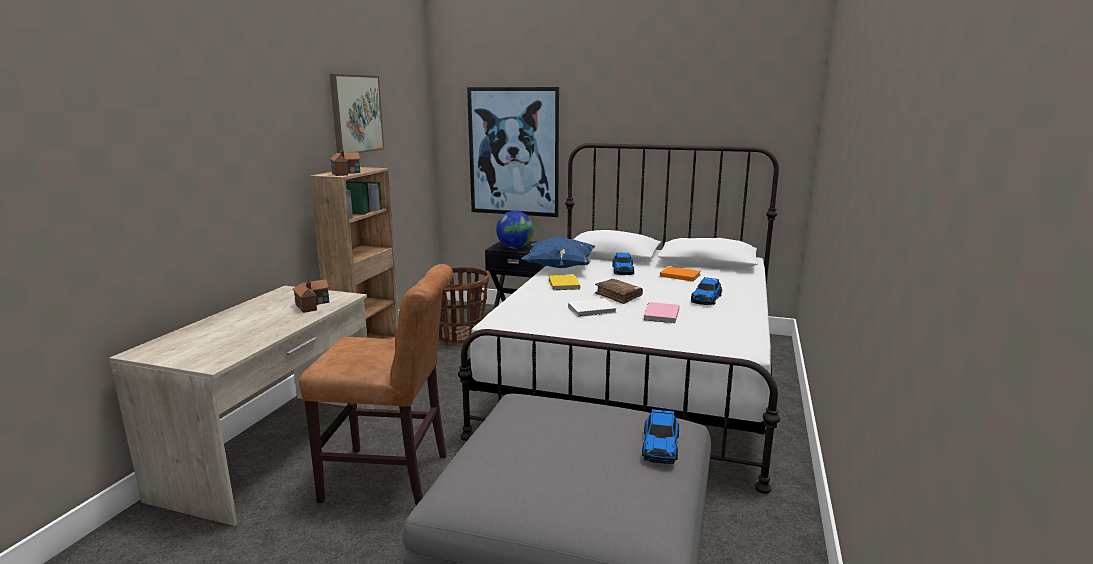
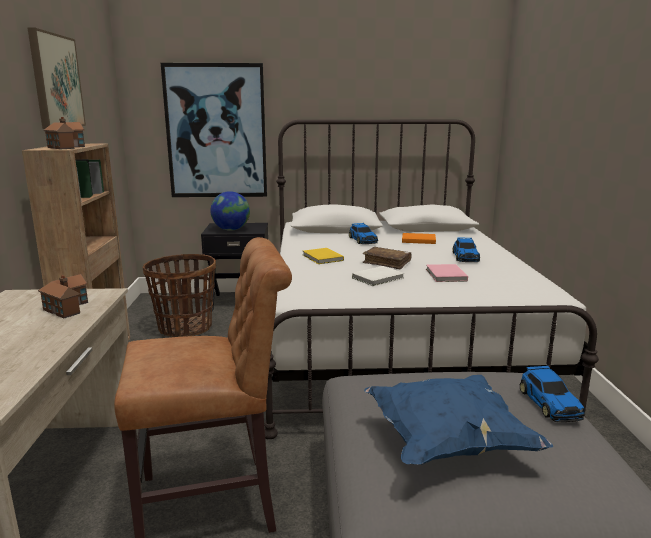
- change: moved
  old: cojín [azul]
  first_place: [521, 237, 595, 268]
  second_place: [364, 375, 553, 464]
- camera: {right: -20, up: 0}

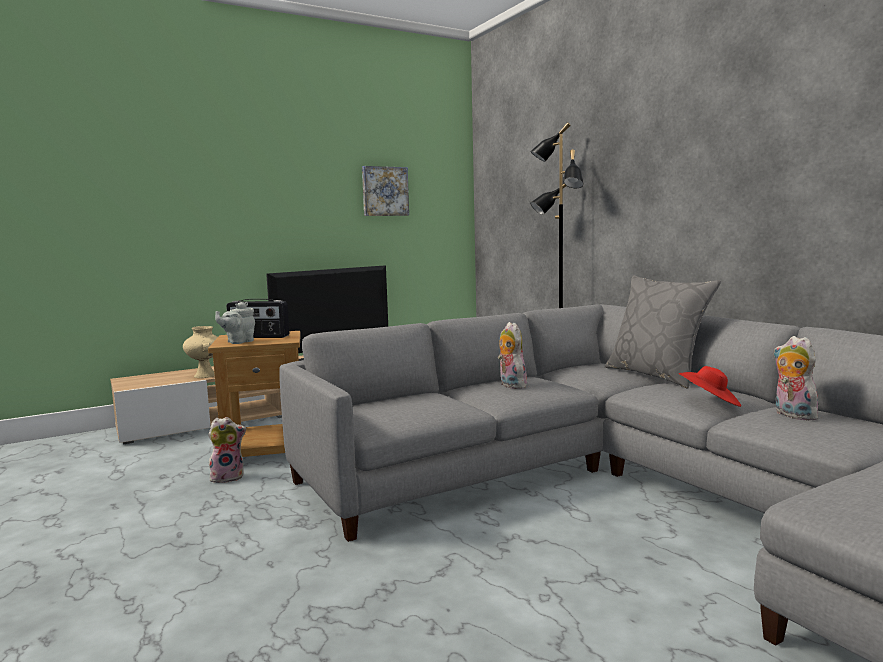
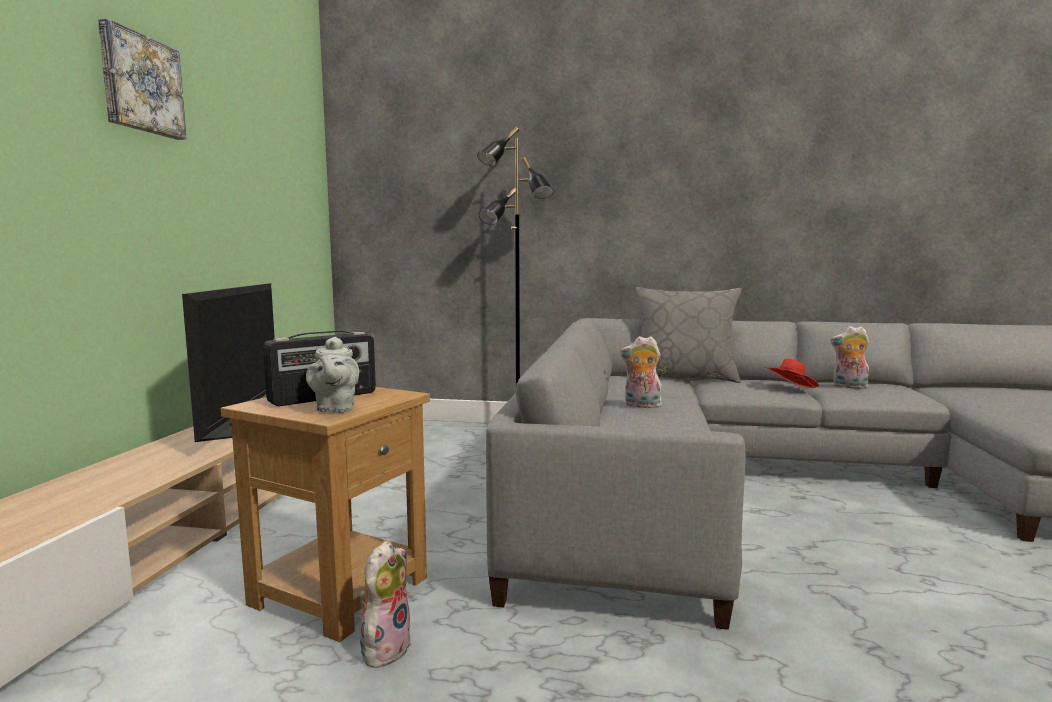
- change: removed
  old: florero [beis]
  first_place: [183, 326, 218, 378]
- change: moved
  old: cuadro
  first_place: [362, 166, 409, 216]
  second_place: [98, 18, 187, 140]
- camera: {right: -50, up: 0}

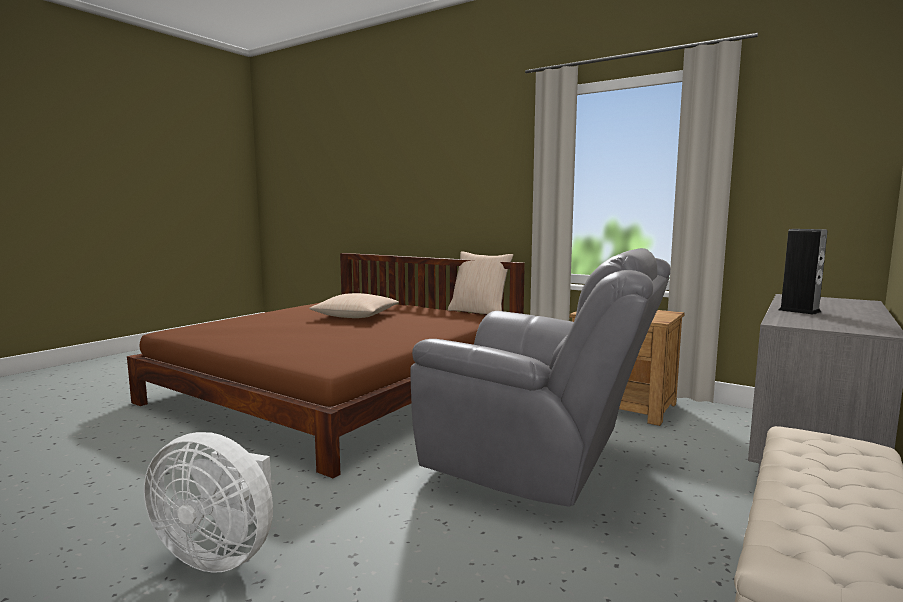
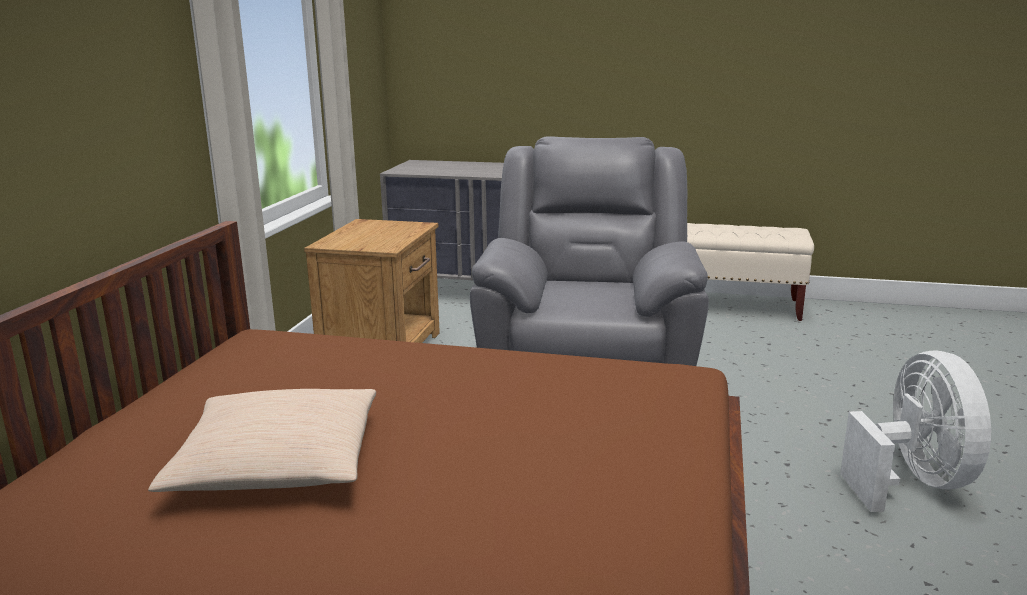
- change: removed
  old: cojín [beis]
  first_place: [448, 251, 513, 314]
- change: removed
  old: altavoz
  first_place: [778, 229, 827, 315]
- camera: {right: -110, up: 10}

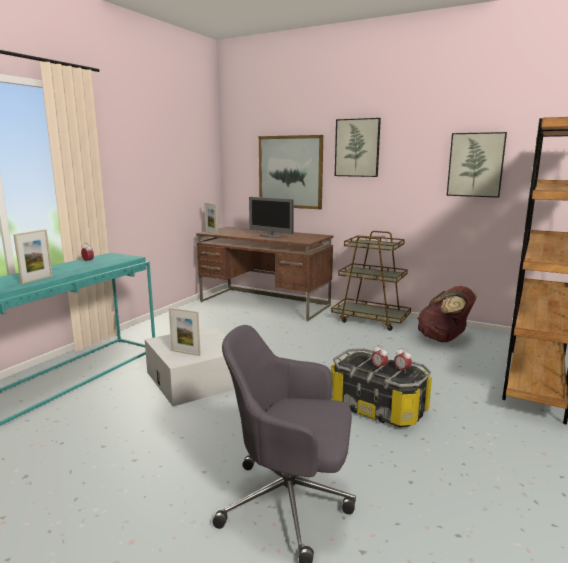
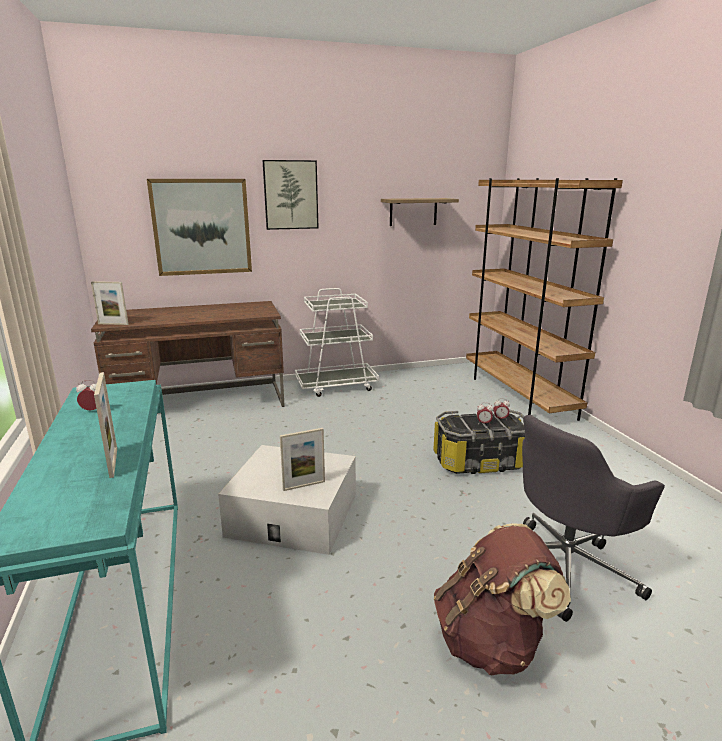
- change: removed
  old: monitor
  first_place: [249, 197, 294, 238]
- change: recoloured
  old: carrito [marrón]
  new: carrito [blanco]
  first_place: [331, 231, 411, 331]
  second_place: [295, 288, 379, 397]
- change: moved
  old: mochila [marrón]
  first_place: [417, 286, 477, 342]
  second_place: [434, 523, 571, 675]
- change: replaced
  old: cuadro
  new: estante
  first_place: [447, 132, 507, 198]
  second_place: [381, 198, 459, 226]
- camera: {right: -45, up: 5}

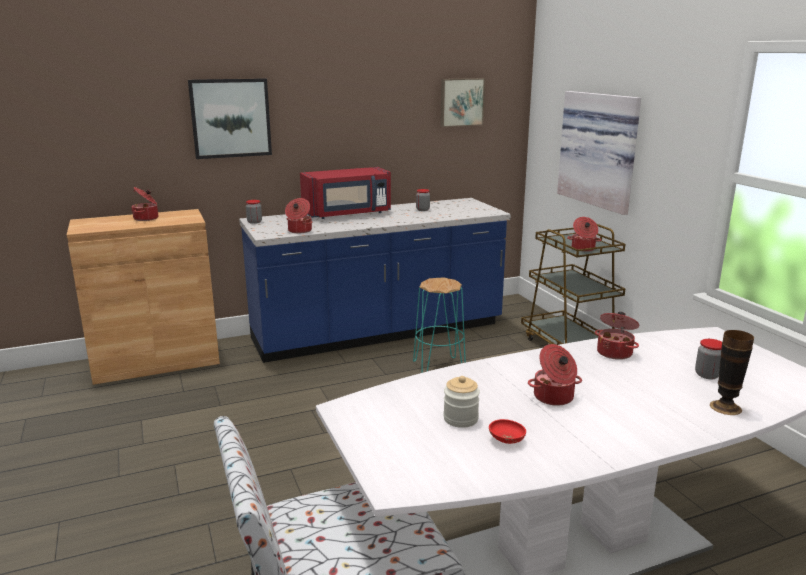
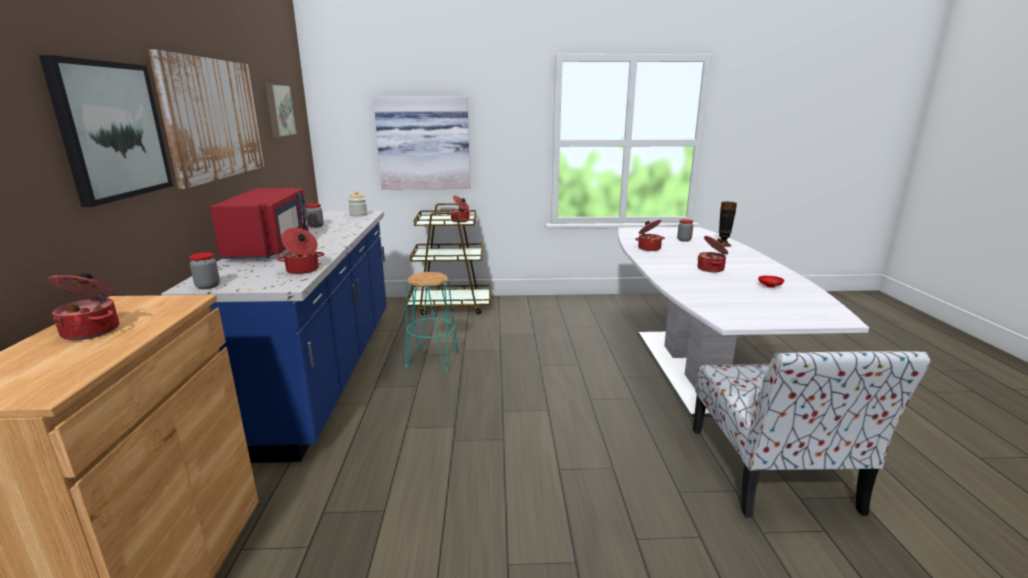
- change: moved
  old: tarro
  first_place: [443, 376, 480, 428]
  second_place: [348, 191, 368, 216]
- change: added
  new: cuadro
  second_place: [148, 49, 264, 189]
- camera: {right: -70, up: 0}

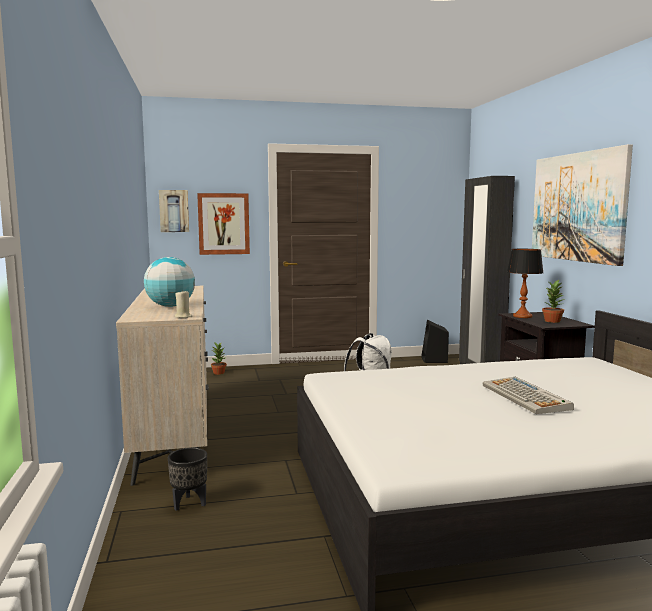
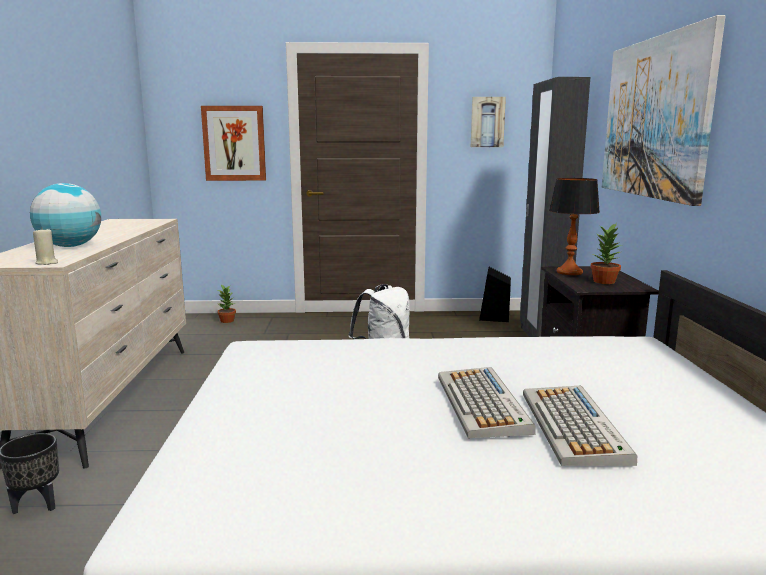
- change: moved
  old: cuadro
  first_place: [159, 190, 189, 232]
  second_place: [471, 97, 506, 147]
- change: added
  new: teclado
  second_place: [523, 386, 637, 466]
- camera: {right: 10, up: 5}

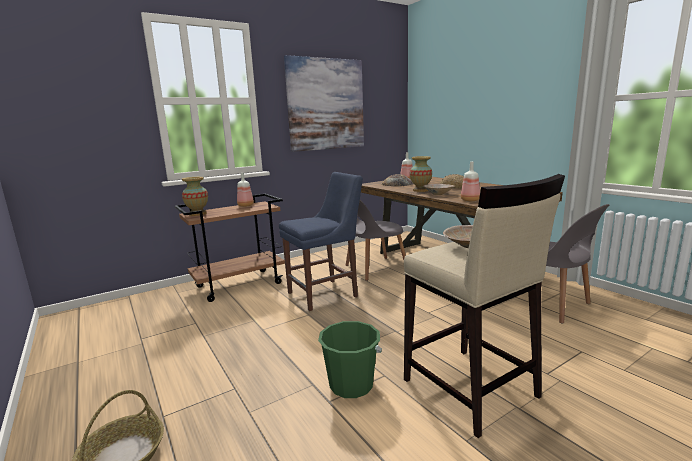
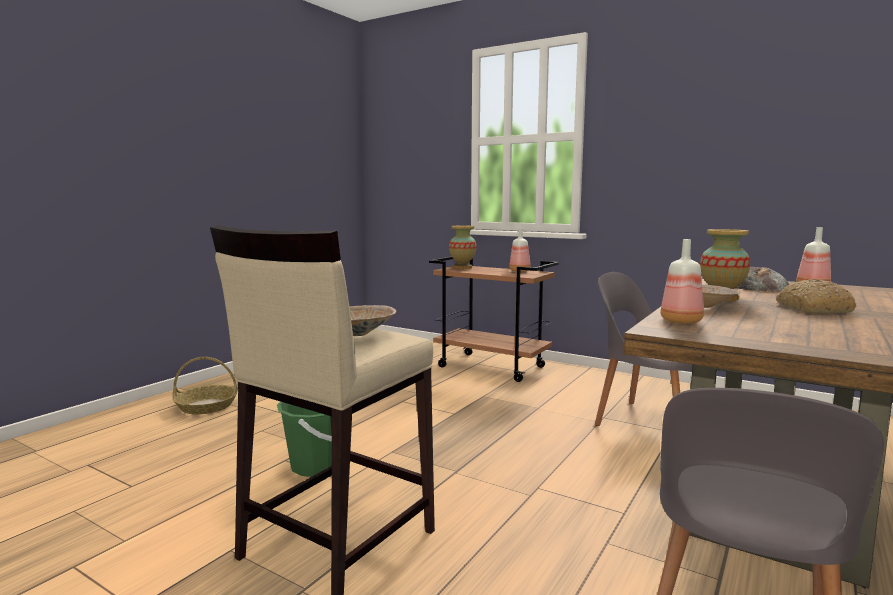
- change: removed
  old: silla [azul]
  first_place: [279, 172, 363, 311]
- change: removed
  old: cuadro
  first_place: [284, 55, 364, 152]
- camera: {right: 65, up: -5}

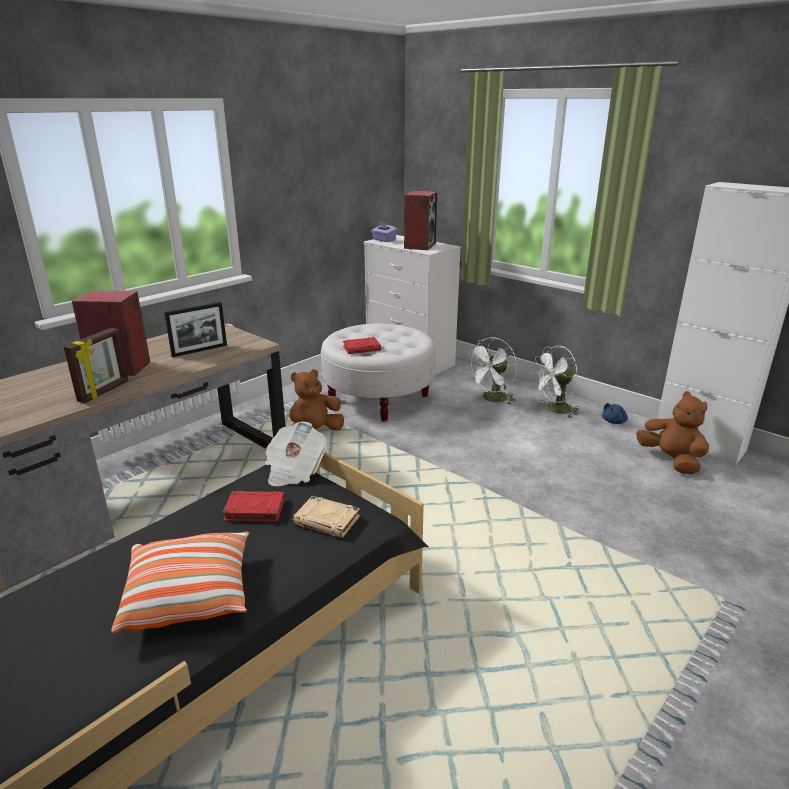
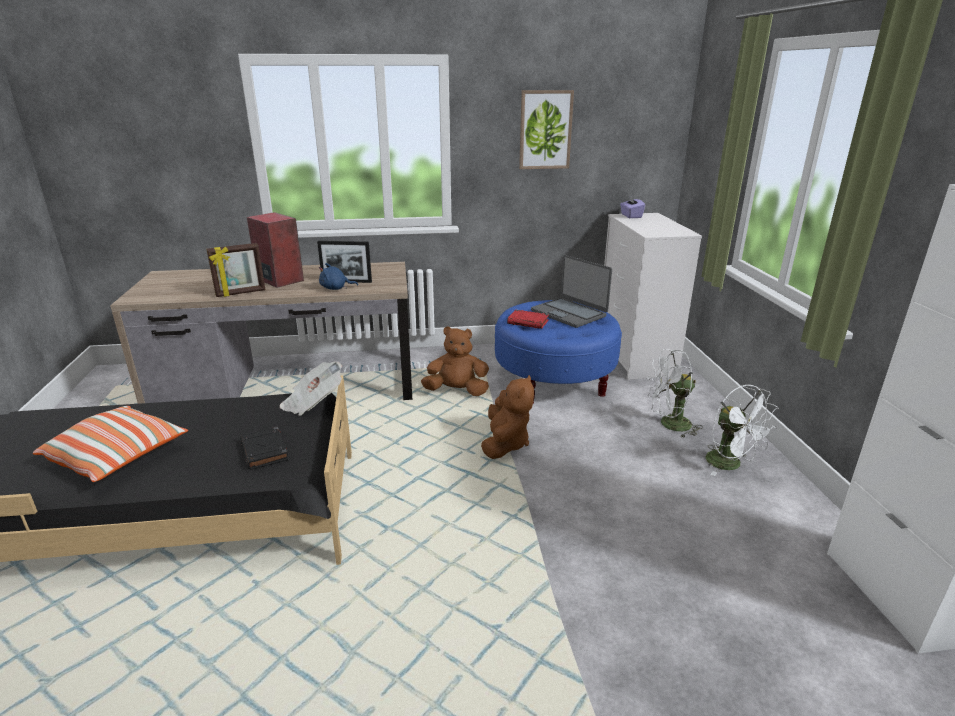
- change: removed
  old: libro [rojo]
  first_place: [222, 491, 285, 522]
- change: recoloured
  old: libro [beis]
  new: libro [negro]
  first_place: [292, 496, 360, 538]
  second_place: [240, 426, 289, 470]
- change: recoloured
  old: puf [blanco]
  new: puf [azul]
  first_place: [321, 324, 436, 422]
  second_place: [495, 300, 622, 404]
- change: removed
  old: altavoz
  first_place: [404, 191, 437, 250]
- change: turned
  old: ventilador [blanco]
  first_place: [532, 346, 580, 418]
  second_place: [705, 385, 778, 476]
  degrees: -135
- change: moved
  old: peluche [azul]
  first_place: [602, 403, 628, 424]
  second_place: [319, 263, 358, 290]
- change: moved
  old: peluche [marrón]
  first_place: [636, 391, 709, 474]
  second_place: [481, 375, 534, 459]
- change: added
  new: cuadro
  second_place: [519, 90, 574, 169]
- change: added
  new: portátil
  second_place: [531, 255, 612, 328]
- camera: {right: 40, up: 0}

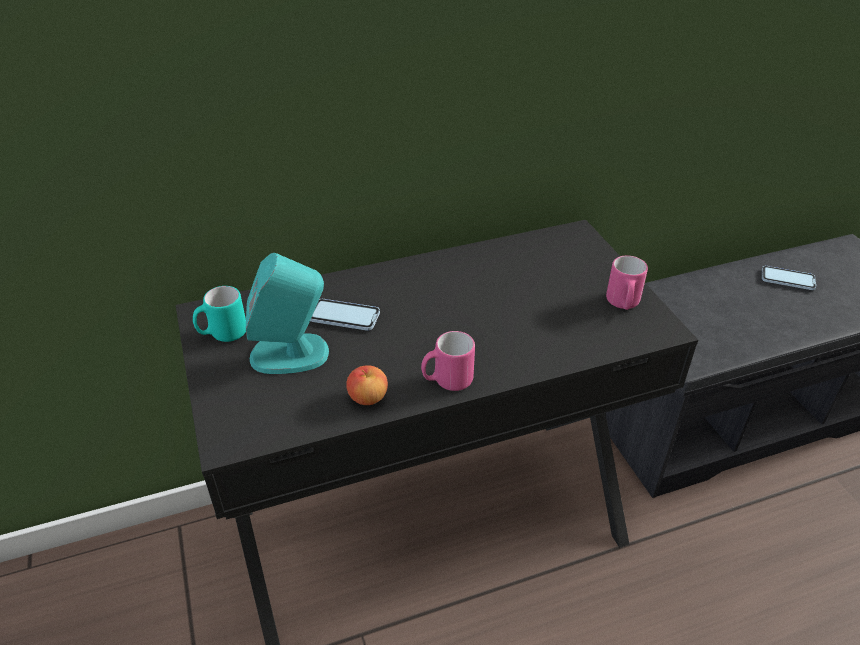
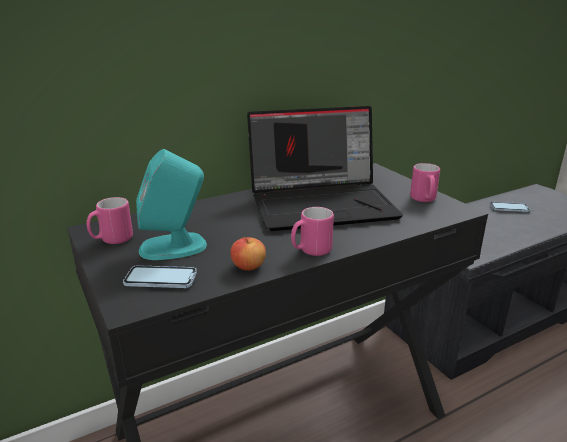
- change: recoloured
  old: taza grande [turquesa]
  new: taza grande [rosa]
  first_place: [193, 286, 246, 342]
  second_place: [87, 197, 133, 244]
- change: moved
  old: móvil
  first_place: [310, 299, 380, 331]
  second_place: [123, 265, 197, 288]
- change: added
  new: portátil
  second_place: [247, 106, 403, 231]
- camera: {right: -10, up: -15}

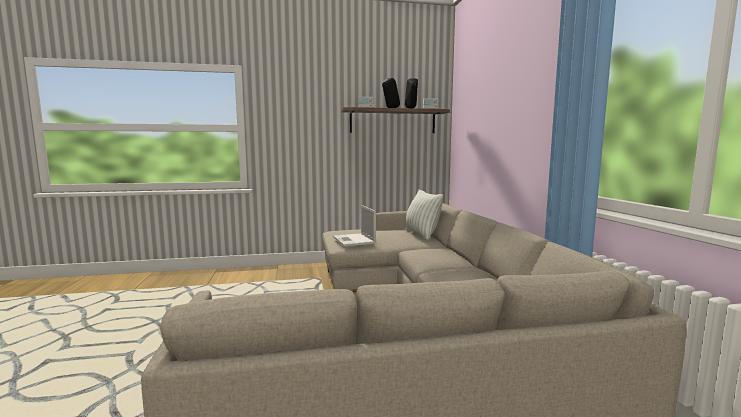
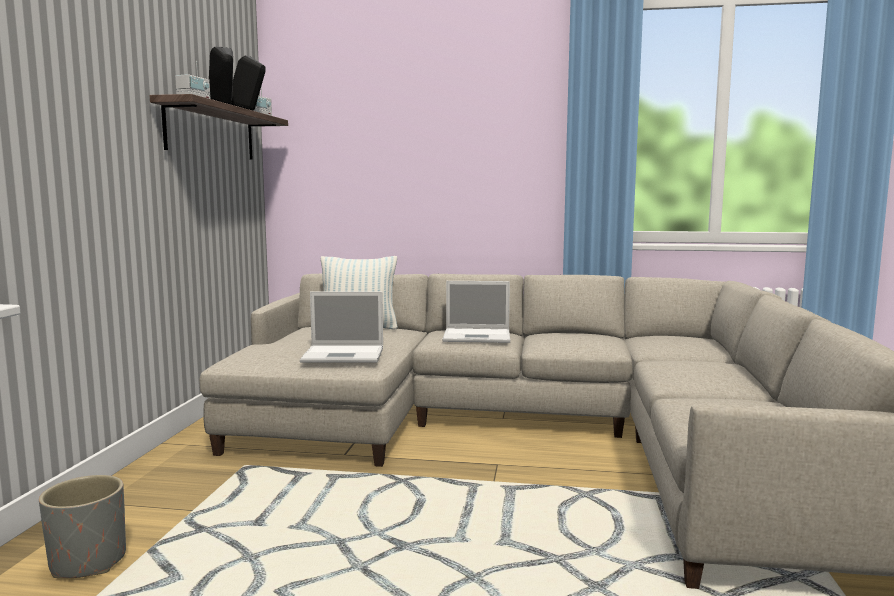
- change: added
  new: maceta [gris]
  second_place: [39, 475, 126, 578]
- change: added
  new: portátil
  second_place: [443, 281, 510, 343]
- camera: {right: -70, up: 0}

